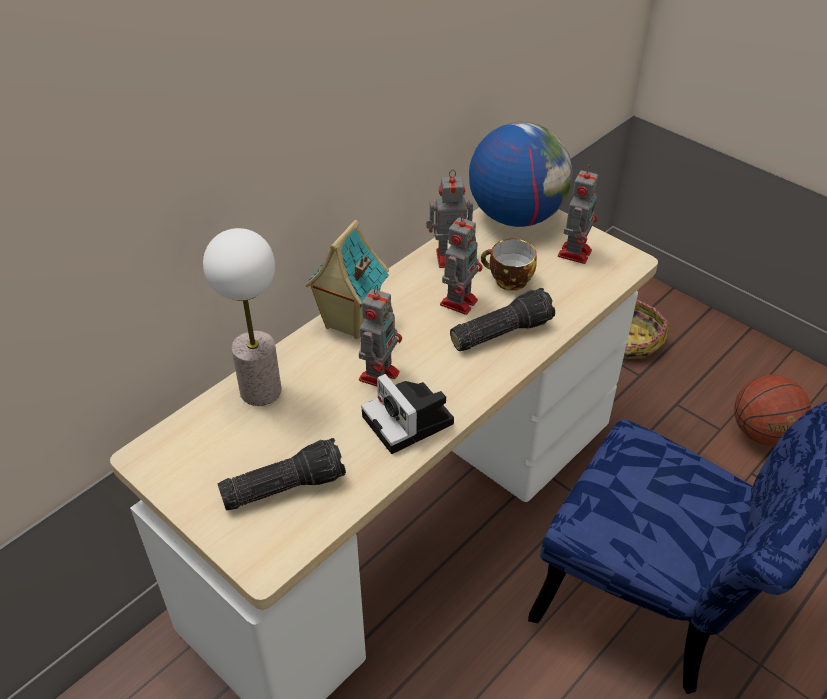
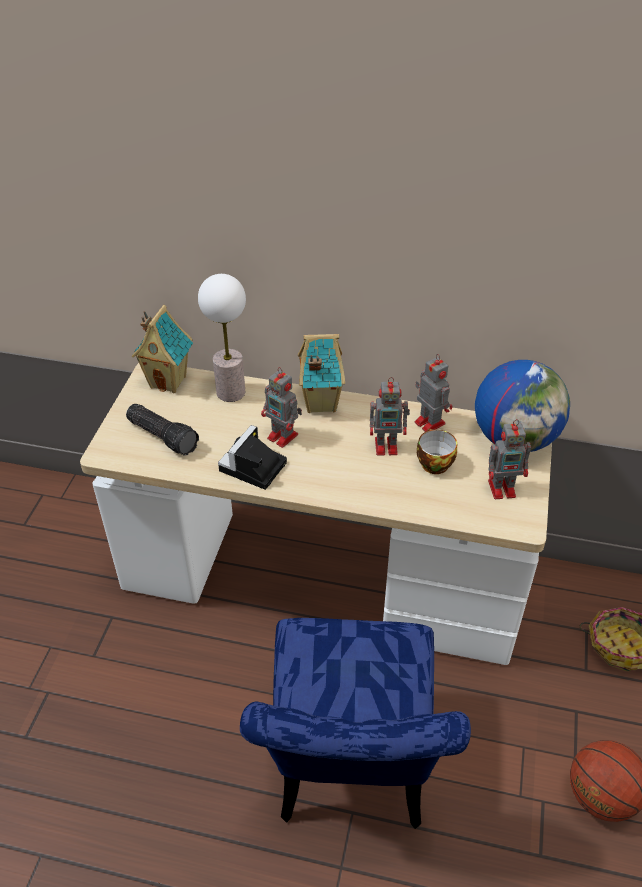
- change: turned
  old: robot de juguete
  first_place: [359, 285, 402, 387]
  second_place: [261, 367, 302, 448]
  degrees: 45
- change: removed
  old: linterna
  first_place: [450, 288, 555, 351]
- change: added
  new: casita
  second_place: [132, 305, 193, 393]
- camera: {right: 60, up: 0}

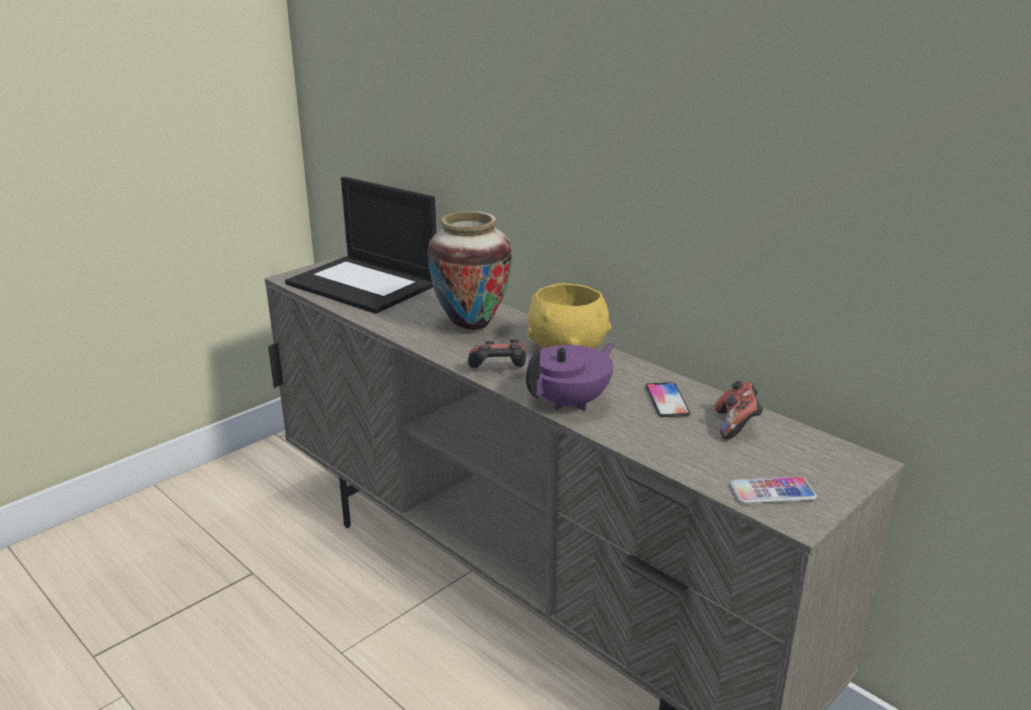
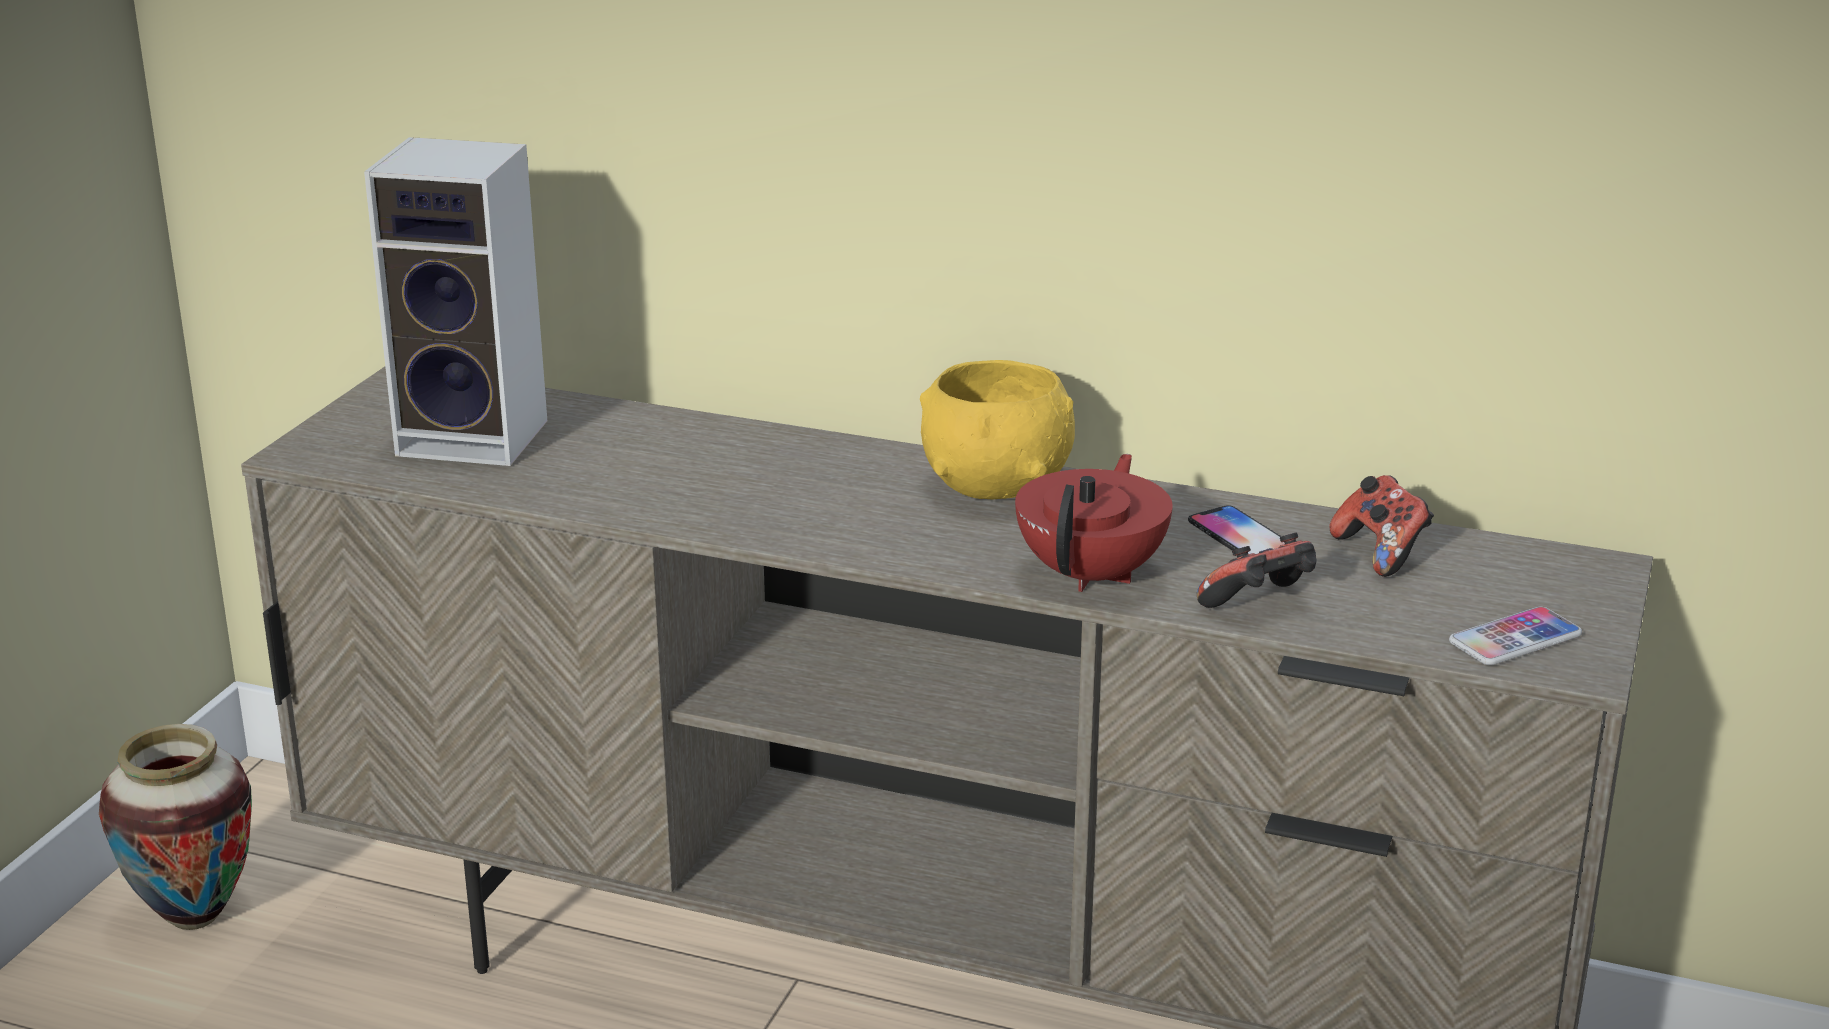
- change: replaced
  old: portátil
  new: altavoz
  first_place: [285, 177, 436, 314]
  second_place: [364, 137, 547, 466]
- change: moved
  old: florero
  first_place: [427, 211, 512, 334]
  second_place: [99, 724, 252, 930]
- change: moved
  old: mando de consola
  first_place: [468, 339, 526, 368]
  second_place: [1197, 532, 1316, 608]
- change: recoloured
  old: tetera [morado]
  new: tetera [rojo]
  first_place: [526, 343, 615, 411]
  second_place: [1015, 454, 1173, 592]
- camera: {right: -25, up: 0}

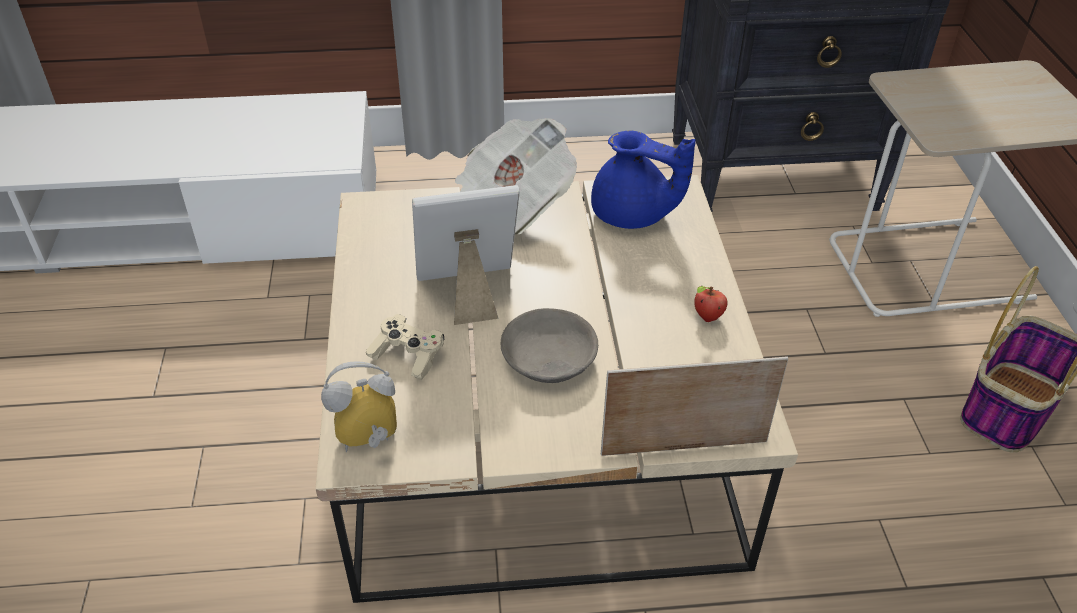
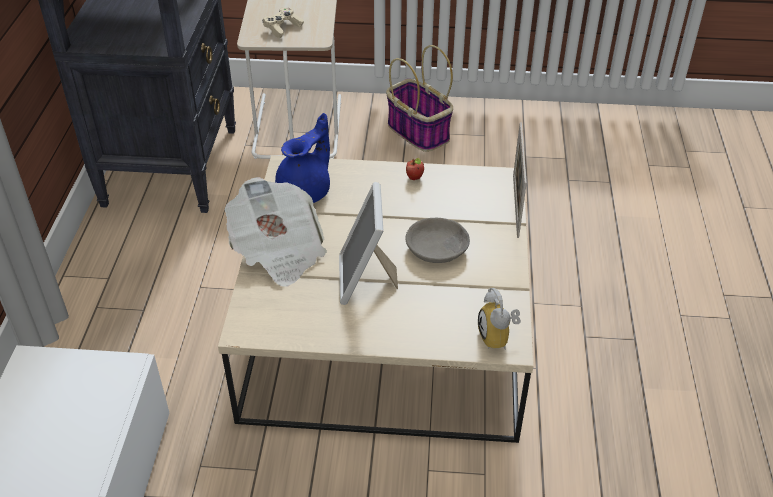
- change: moved
  old: mando de consola [beis]
  first_place: [366, 314, 444, 380]
  second_place: [262, 7, 304, 38]
- camera: {right: -80, up: 0}

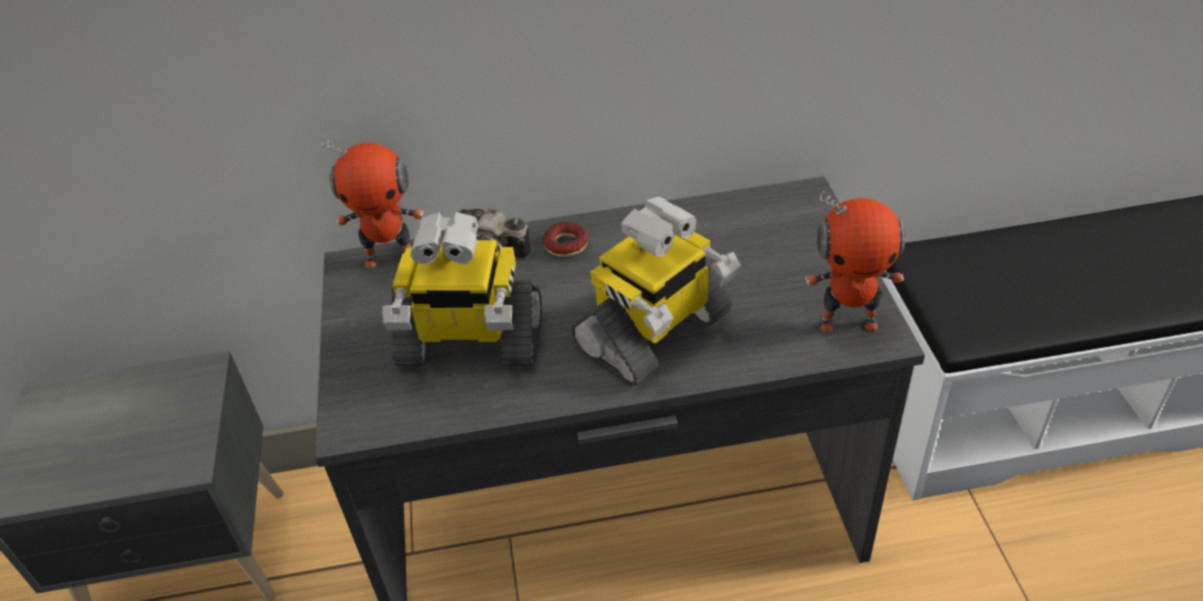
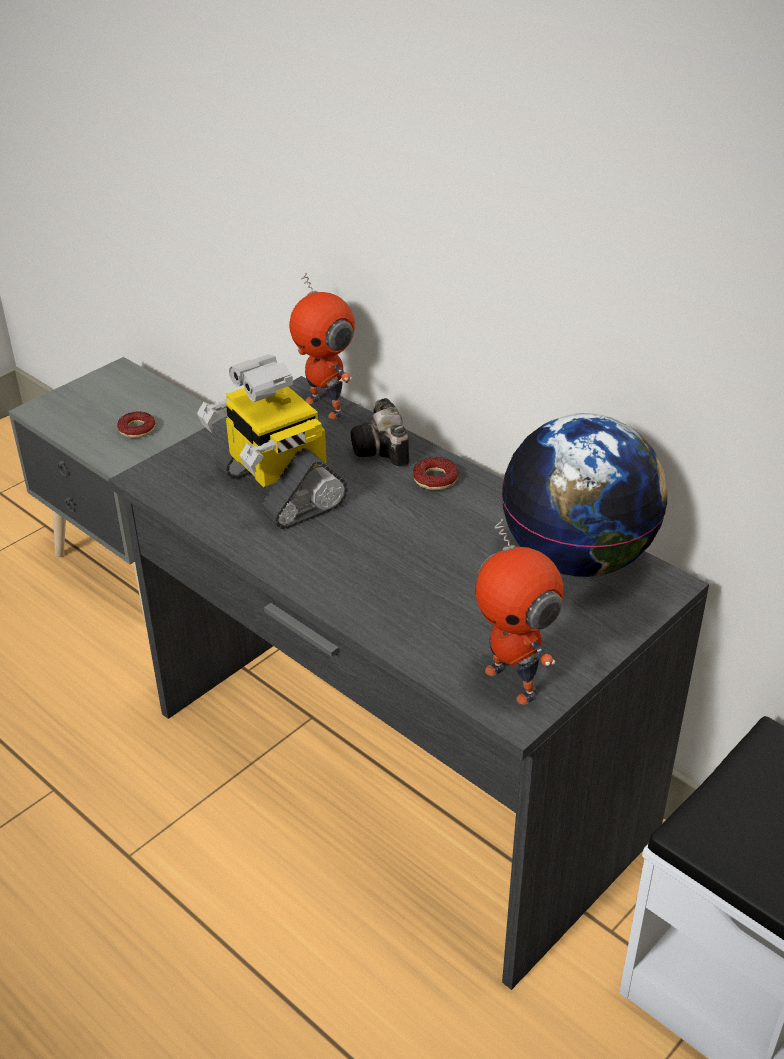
- change: removed
  old: robot de juguete
  first_place: [571, 197, 741, 387]
- change: added
  new: rosquilla
  second_place: [117, 412, 155, 438]
- change: added
  new: globo terráqueo
  second_place: [502, 413, 668, 577]
- camera: {right: 50, up: -5}

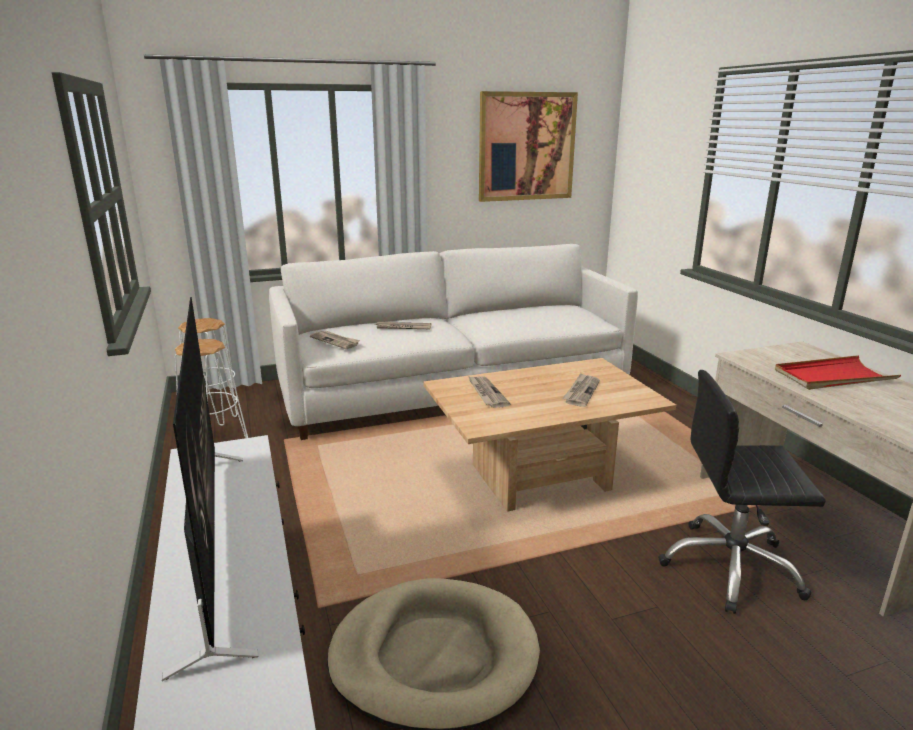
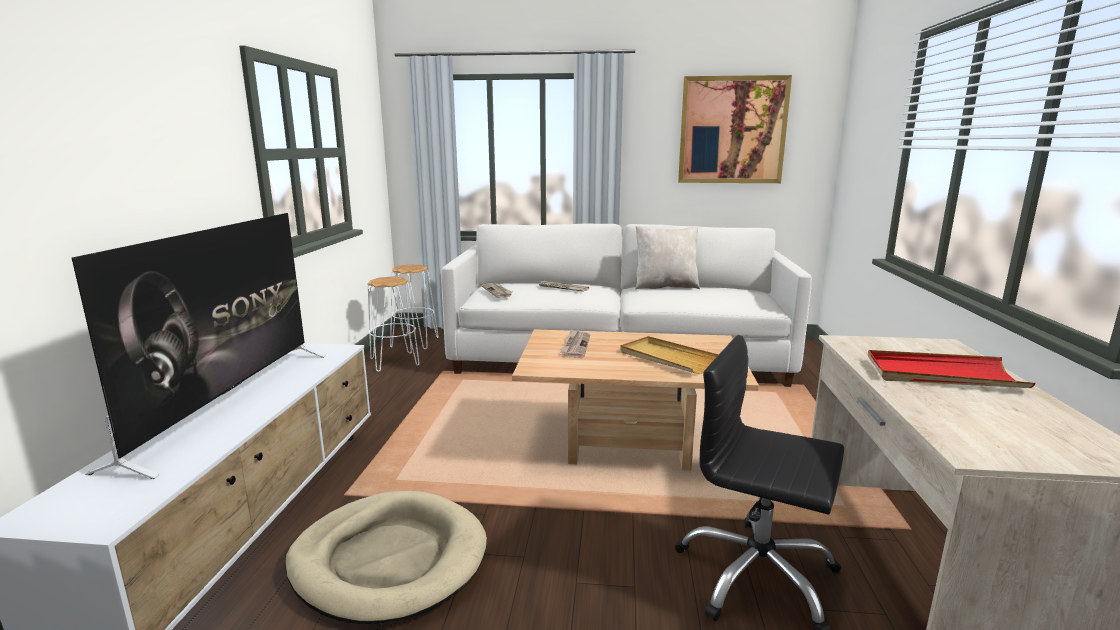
- change: replaced
  old: periódico
  new: bandeja [beis]
  first_place: [562, 373, 600, 407]
  second_place: [620, 336, 719, 374]
- change: added
  new: cojín [beis]
  second_place: [635, 226, 700, 289]
- camera: {right: 25, up: -5}

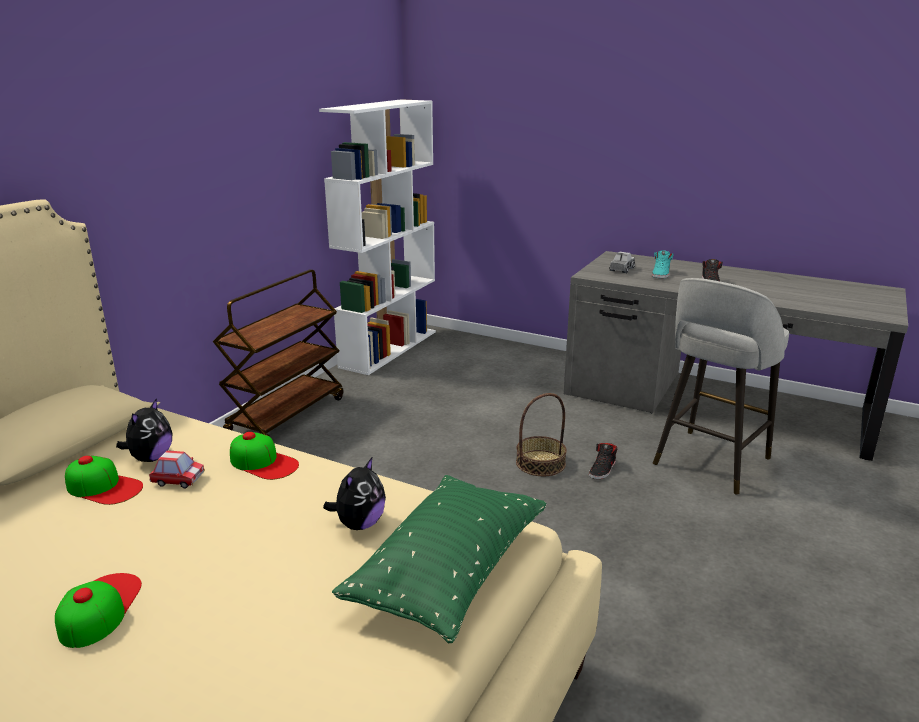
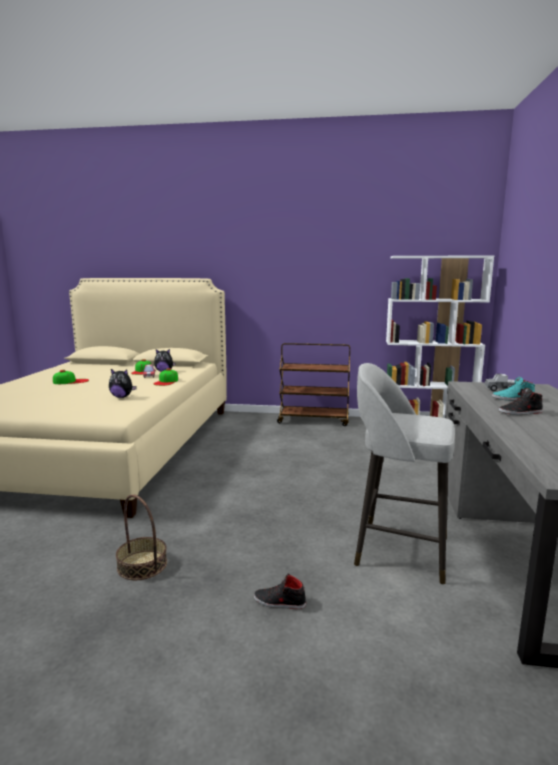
- change: removed
  old: cojín [verde]
  first_place: [332, 475, 547, 643]
- change: moved
  old: cesta
  first_place: [516, 393, 567, 476]
  second_place: [116, 494, 167, 580]
- change: moved
  old: zapato [negro]
  first_place: [589, 443, 617, 480]
  second_place: [254, 573, 306, 609]
- camera: {right: 70, up: -10}

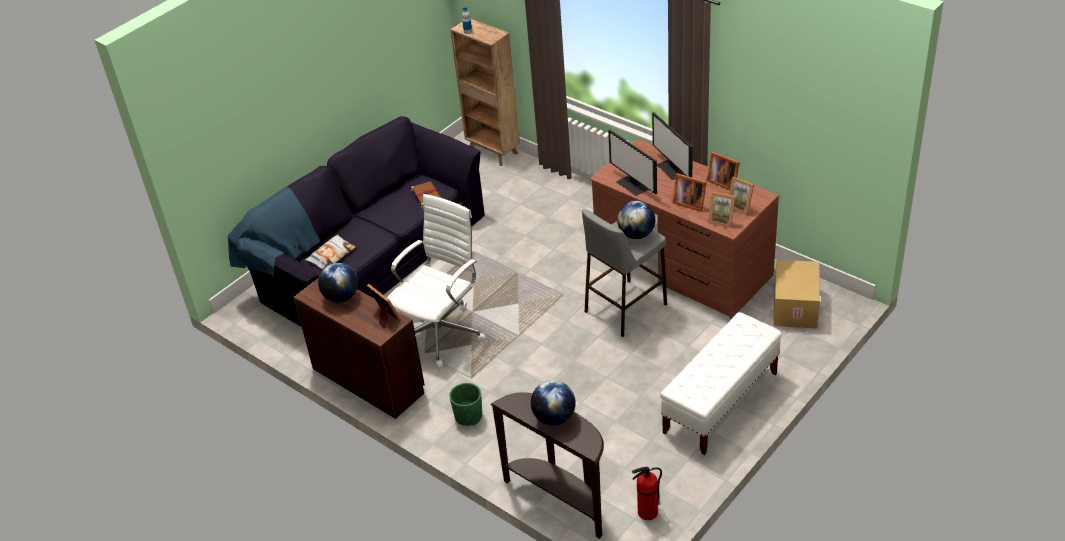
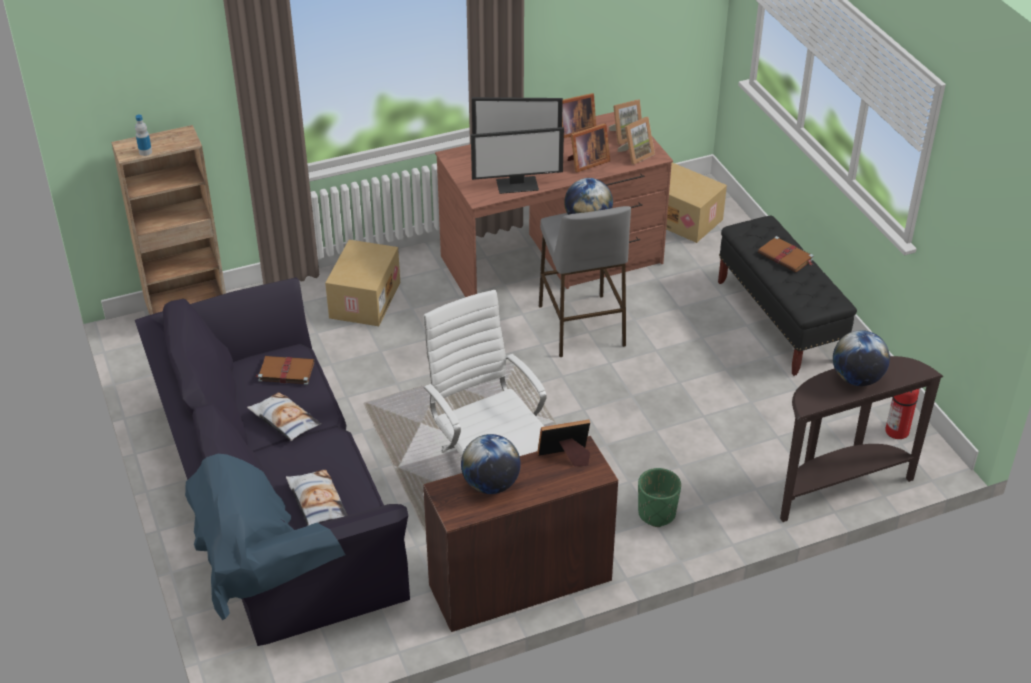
- change: recoloured
  old: banco [blanco]
  new: banco [negro]
  first_place: [660, 312, 782, 455]
  second_place: [718, 216, 857, 376]
- change: added
  new: cojín
  second_place: [247, 392, 321, 441]
- change: added
  new: caja de cartón
  second_place: [325, 240, 400, 326]
- change: added
  new: libro [marrón]
  second_place: [758, 236, 813, 272]
- camera: {right: -65, up: 0}

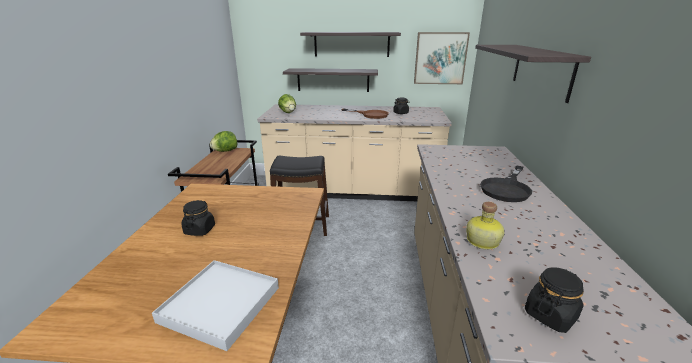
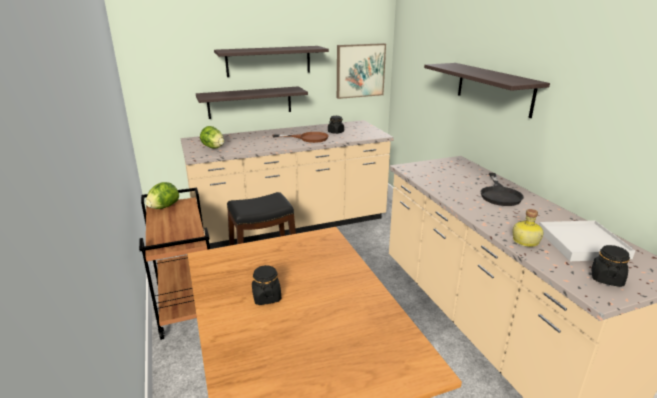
- change: moved
  old: bandeja [blanco]
  first_place: [152, 260, 279, 351]
  second_place: [539, 220, 635, 261]
- camera: {right: -25, up: 0}

